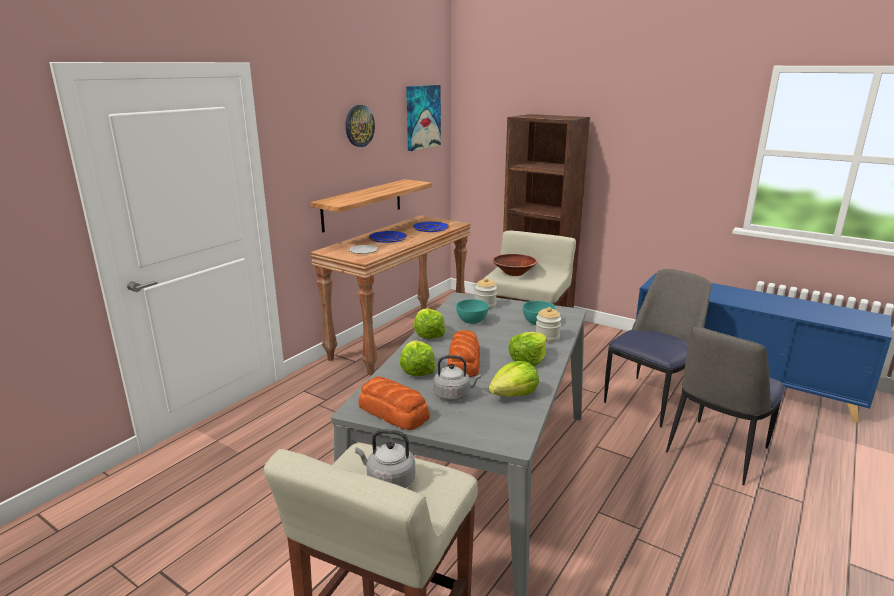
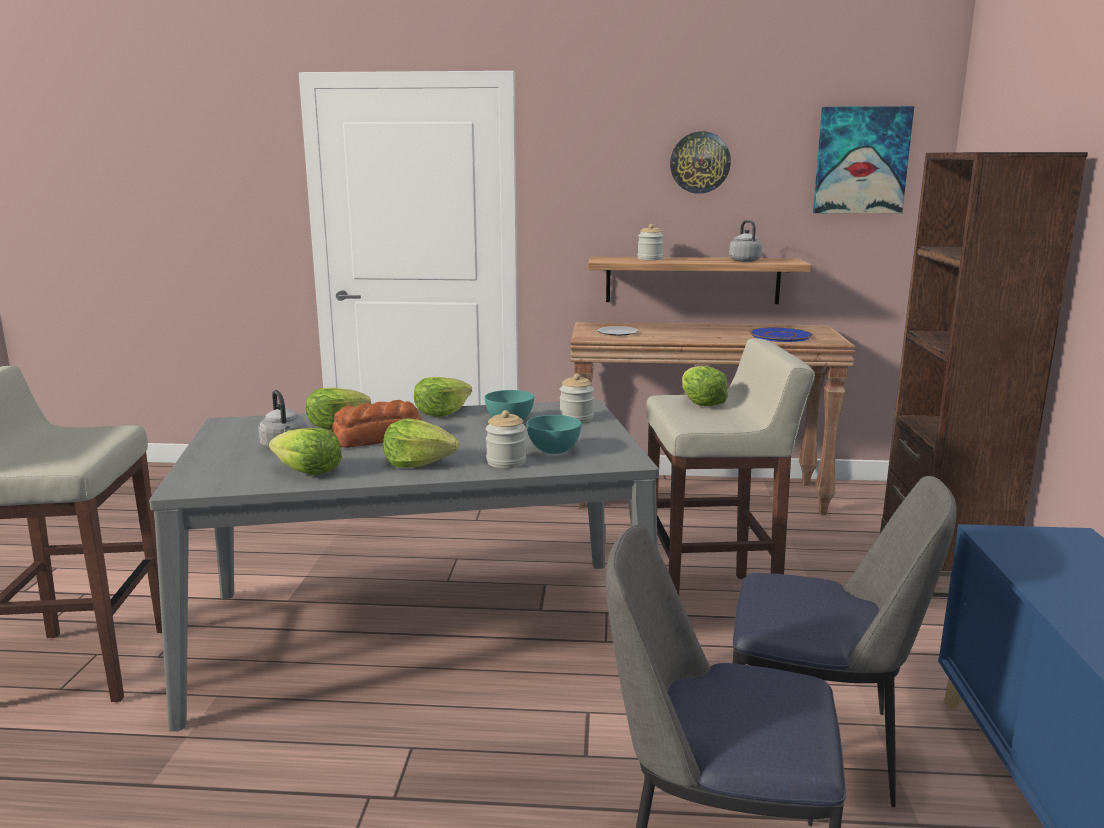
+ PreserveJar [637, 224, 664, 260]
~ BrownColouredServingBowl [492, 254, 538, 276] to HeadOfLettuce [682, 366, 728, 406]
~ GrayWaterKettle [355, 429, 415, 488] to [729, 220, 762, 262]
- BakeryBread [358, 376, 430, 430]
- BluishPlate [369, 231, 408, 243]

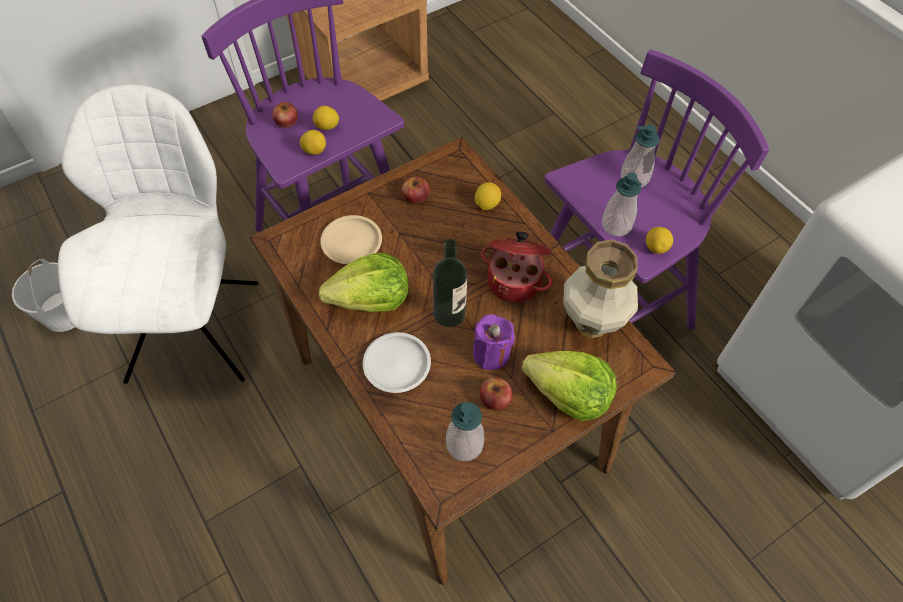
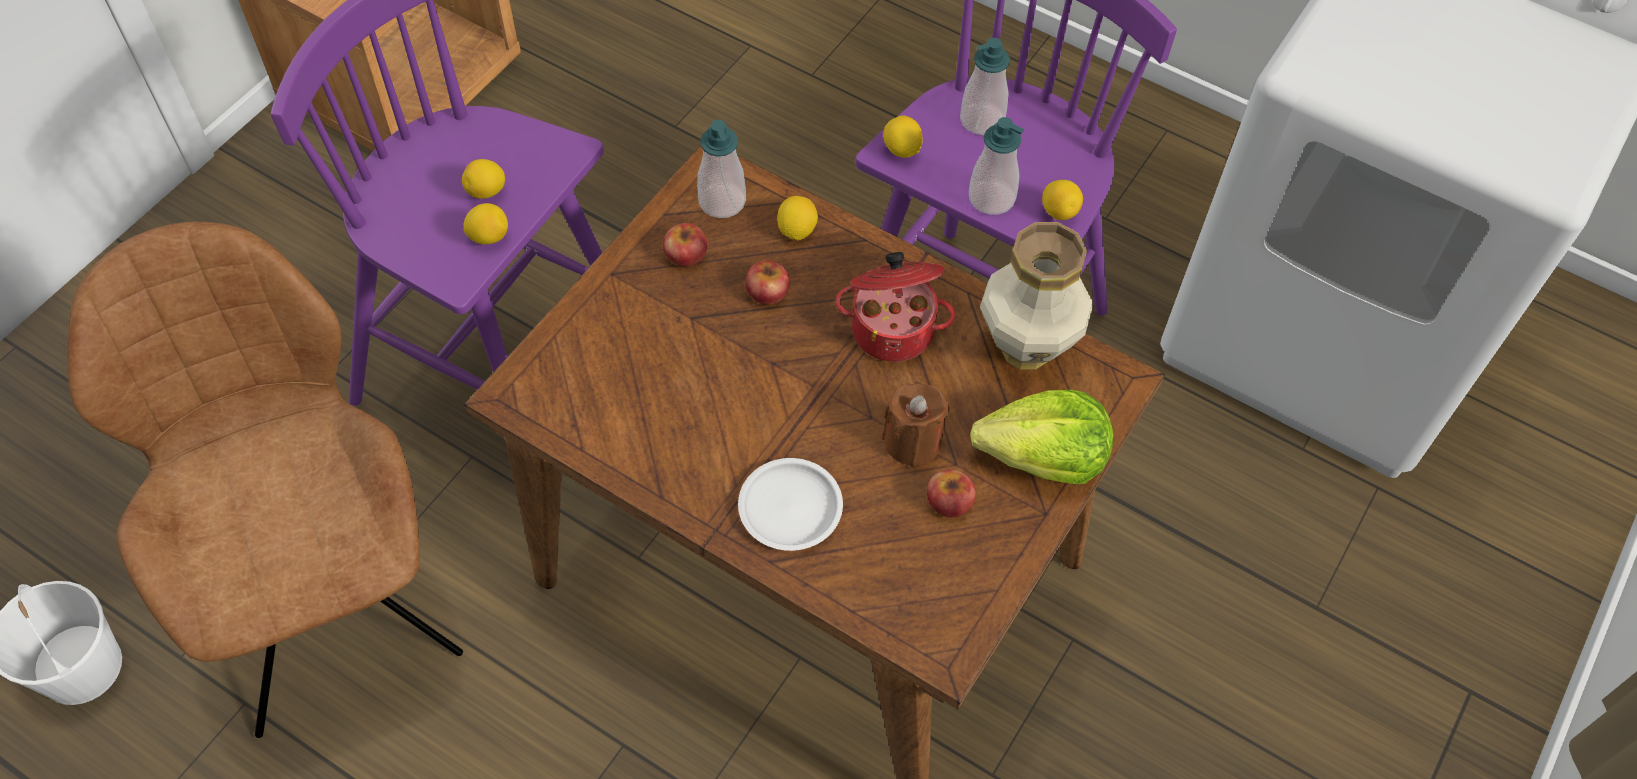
~ WhitishUprightChair [58, 84, 258, 384] to BrownColouredUprightChair [68, 222, 463, 738]
~ SoapBottle [446, 402, 484, 461] to [697, 120, 746, 218]
~ AppleFruit [272, 102, 298, 128] to [745, 260, 790, 305]
~ PurpleColouredCandle [473, 314, 515, 370] to BrownColouredCandle [882, 384, 950, 468]
+ Lemon [883, 115, 923, 158]
- HeadOfLettuce [319, 253, 409, 312]
- SandColouredPlate [320, 215, 382, 264]
- BeverageBottle [433, 239, 467, 327]

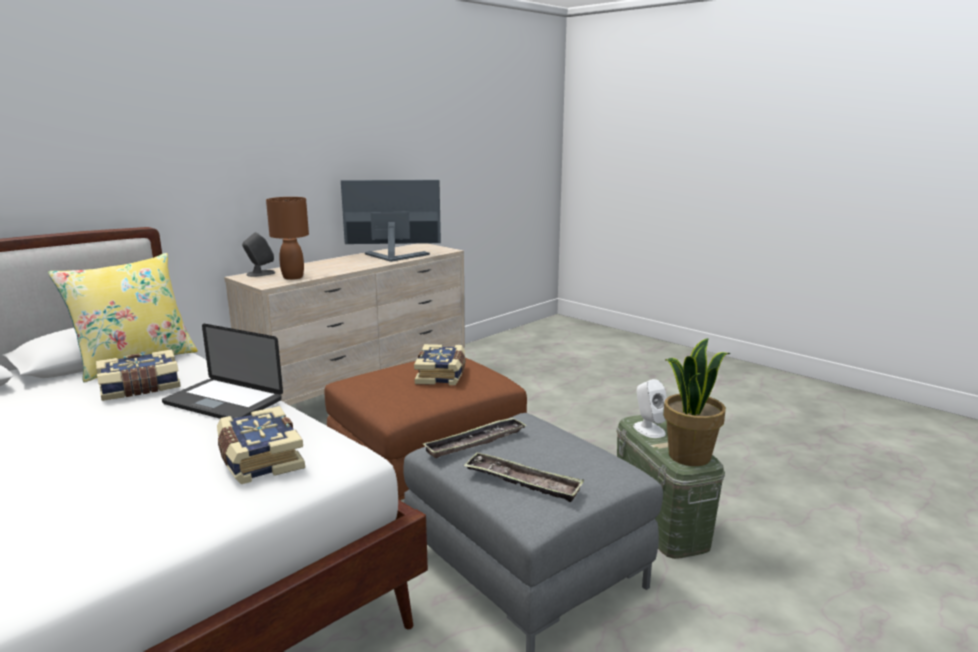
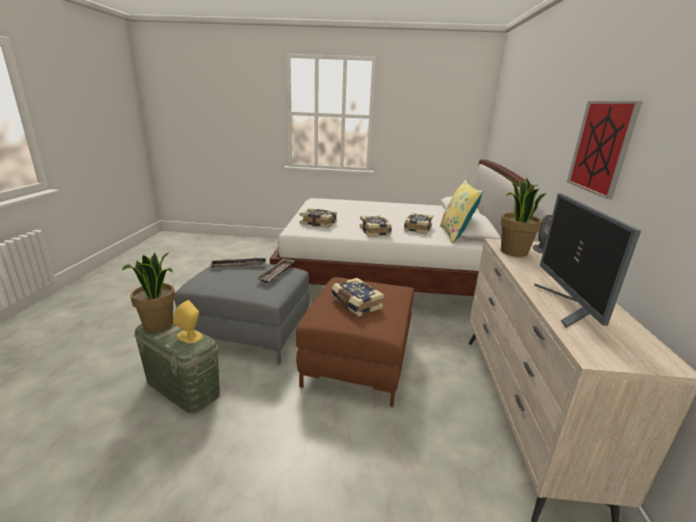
~ WhitishSpeaker [633, 379, 667, 438] to YellowSpeaker [173, 300, 203, 343]
~ Laptop [162, 324, 283, 419] to BoundBook [360, 215, 392, 237]
~ BrownColouredLampForATable [266, 197, 309, 280] to PottedPlant [500, 176, 547, 257]
~ ComputerDisplay [341, 180, 441, 262] = [534, 193, 641, 328] 135 degrees clockwise
+ WallArt [567, 101, 642, 199]

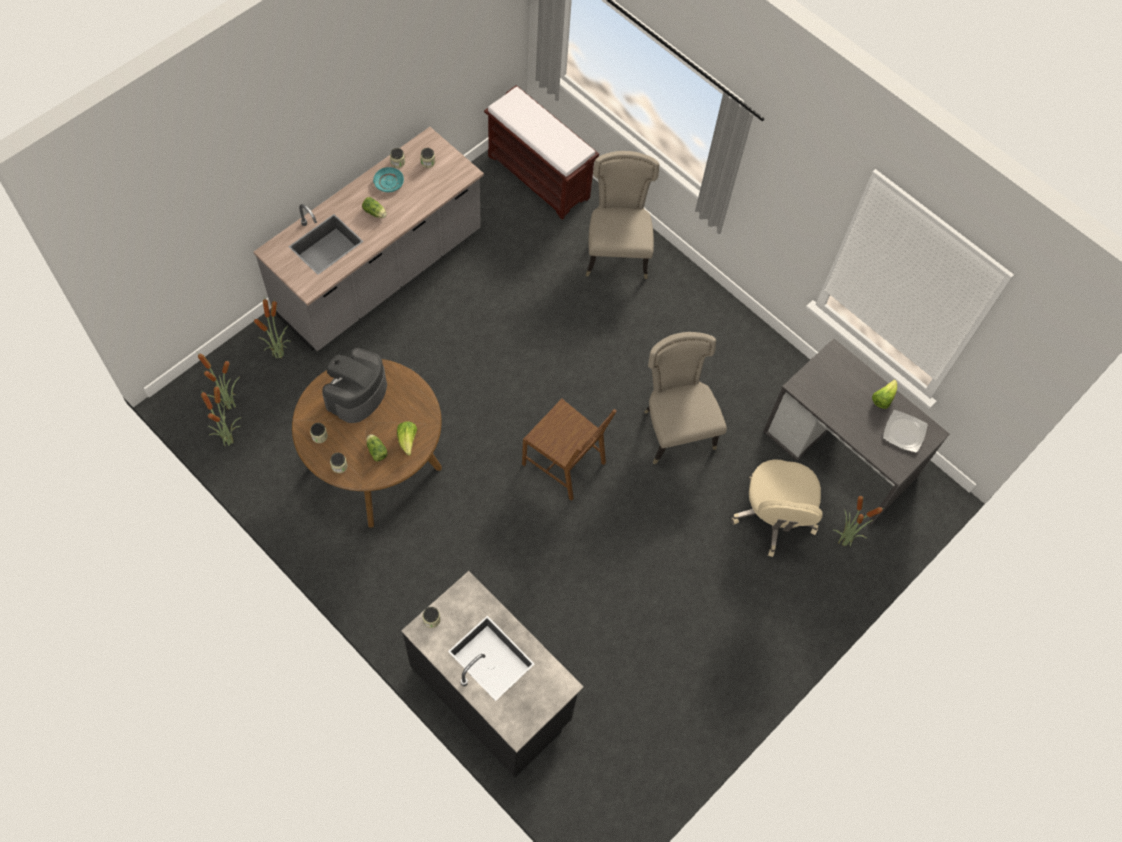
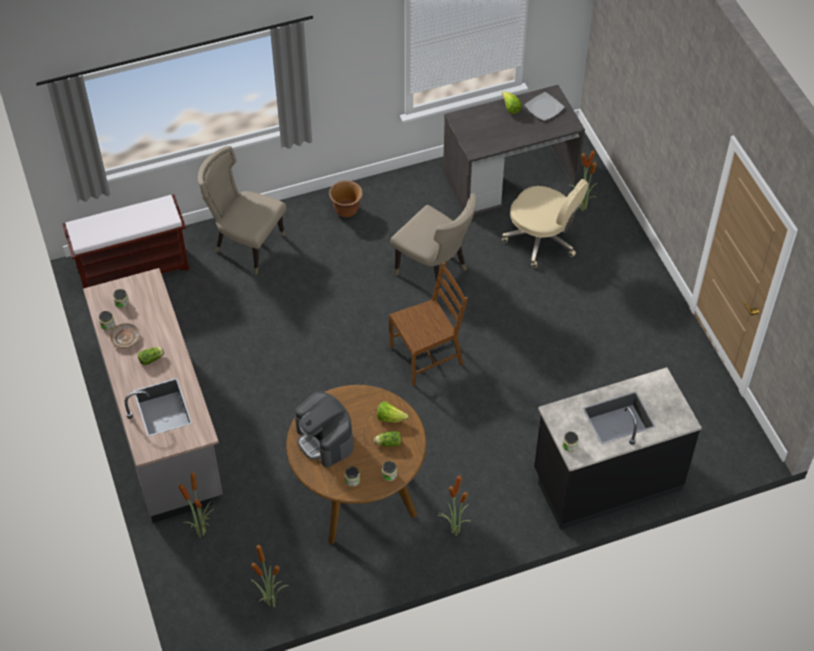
~ BlueGreenPlate [373, 167, 404, 192] to SandColouredPlate [110, 323, 140, 348]
+ BrownColouredPlanter [329, 180, 363, 217]
~ SandColouredUprightChair [644, 332, 727, 464] = [390, 193, 477, 296] 150 degrees counterclockwise
~ PottedPlant [198, 353, 240, 410] to [437, 473, 471, 536]

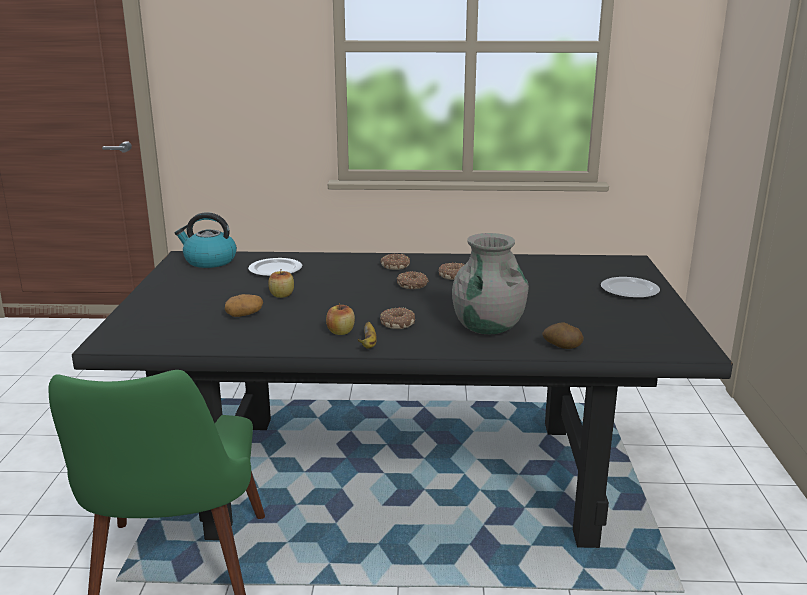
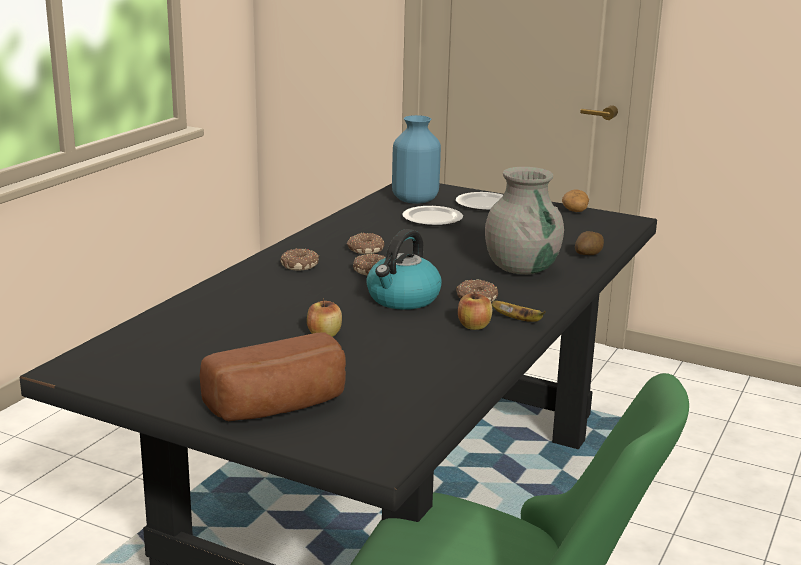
+ BakeryBread [200, 333, 346, 421]
~ WaterKettle [175, 212, 237, 268] to [366, 229, 442, 310]
+ BluishVase [392, 115, 441, 204]
~ Plate [248, 258, 302, 276] to [402, 206, 463, 226]
~ Potato [225, 294, 263, 317] to [562, 190, 589, 212]

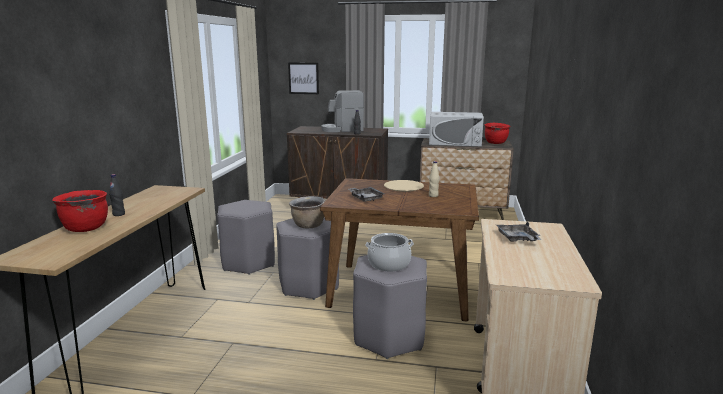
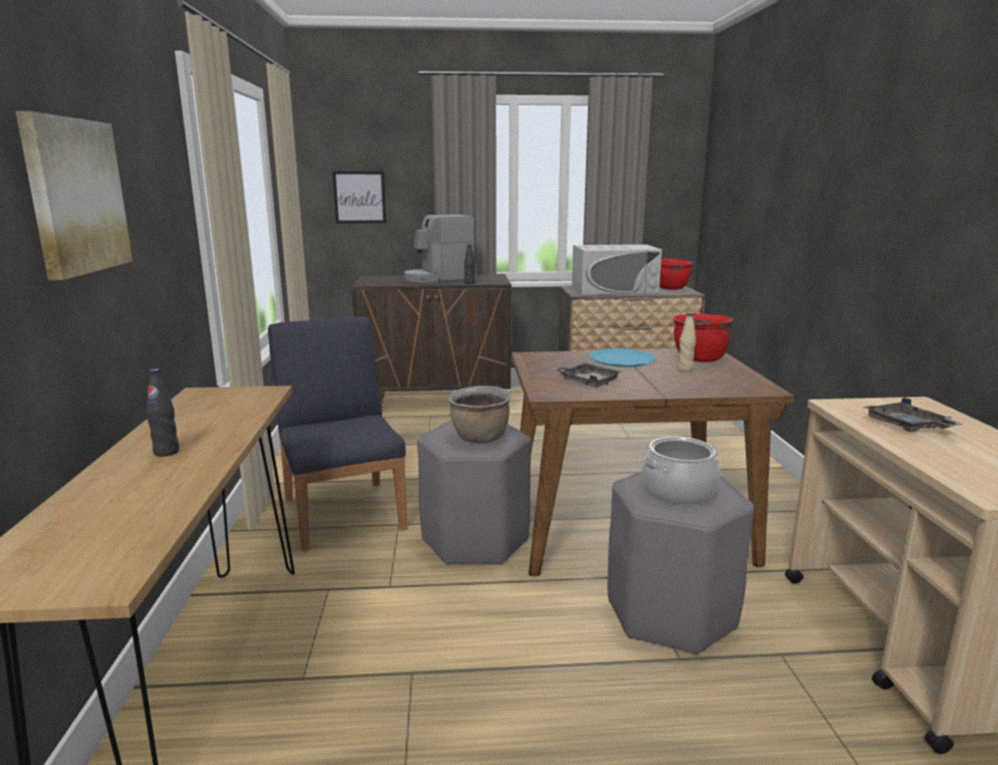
+ WallArt [16, 111, 133, 280]
~ GrayStoolSeat [217, 200, 275, 275] to BluishUprightChair [268, 316, 407, 551]
~ SandColouredPlate [384, 180, 424, 192] to BluishPlate [589, 348, 655, 367]
~ ReddishSaucepot [52, 190, 108, 232] to [673, 314, 733, 362]

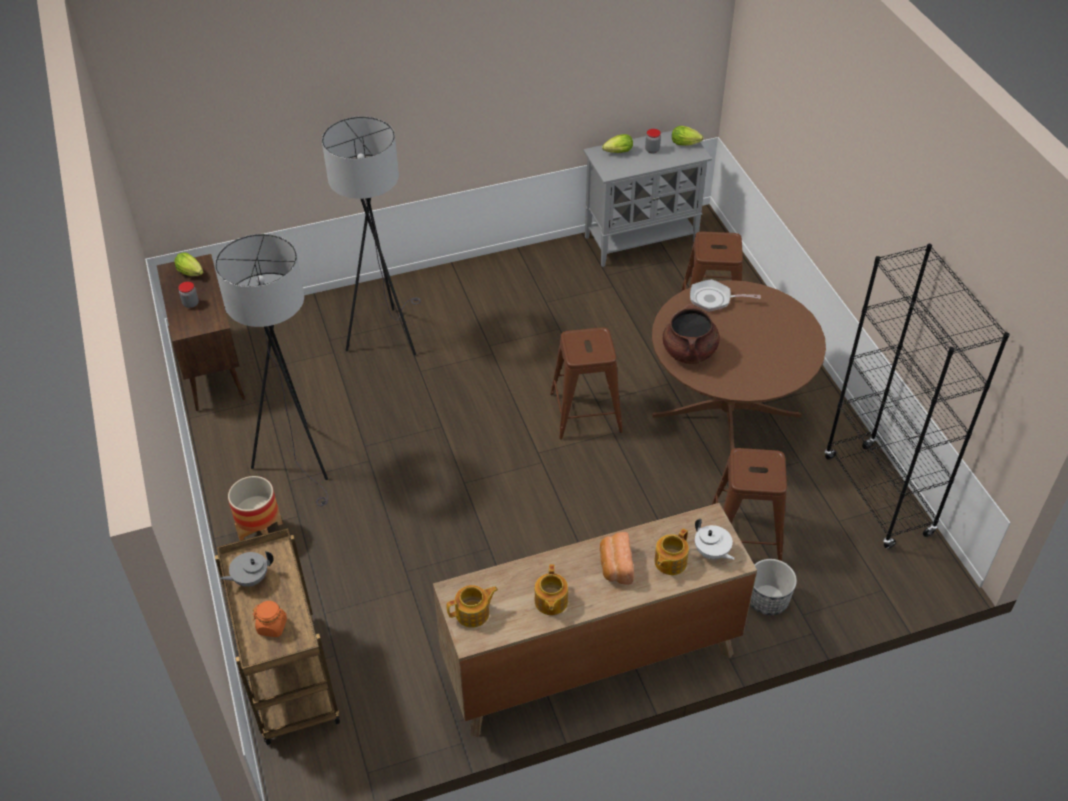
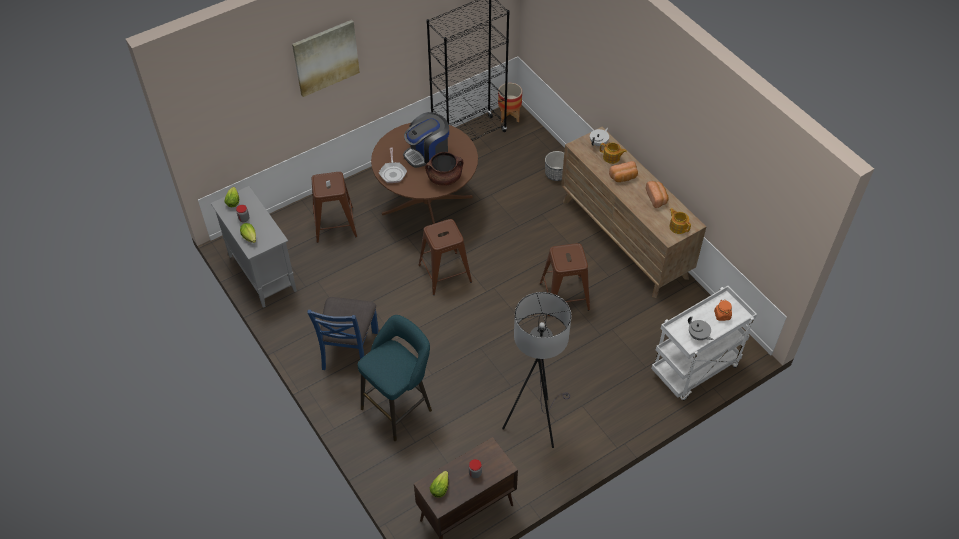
+ WallArt [292, 20, 360, 97]
+ BluishUprightChair [307, 297, 379, 370]
~ GrayStandingLamp [322, 116, 421, 355] to BlueGreenStoolSeat [358, 315, 432, 441]
+ CoffeeMaker [403, 112, 449, 168]
~ Planter [228, 476, 283, 541] to [498, 83, 522, 123]
~ BrownColouredStoolSeat [712, 448, 787, 561] to [540, 243, 590, 316]
~ Teapot [535, 564, 568, 615] to BakeryBread [646, 181, 669, 208]
~ BrownColouredCart [215, 528, 340, 745] to WhitishCart [651, 286, 757, 401]

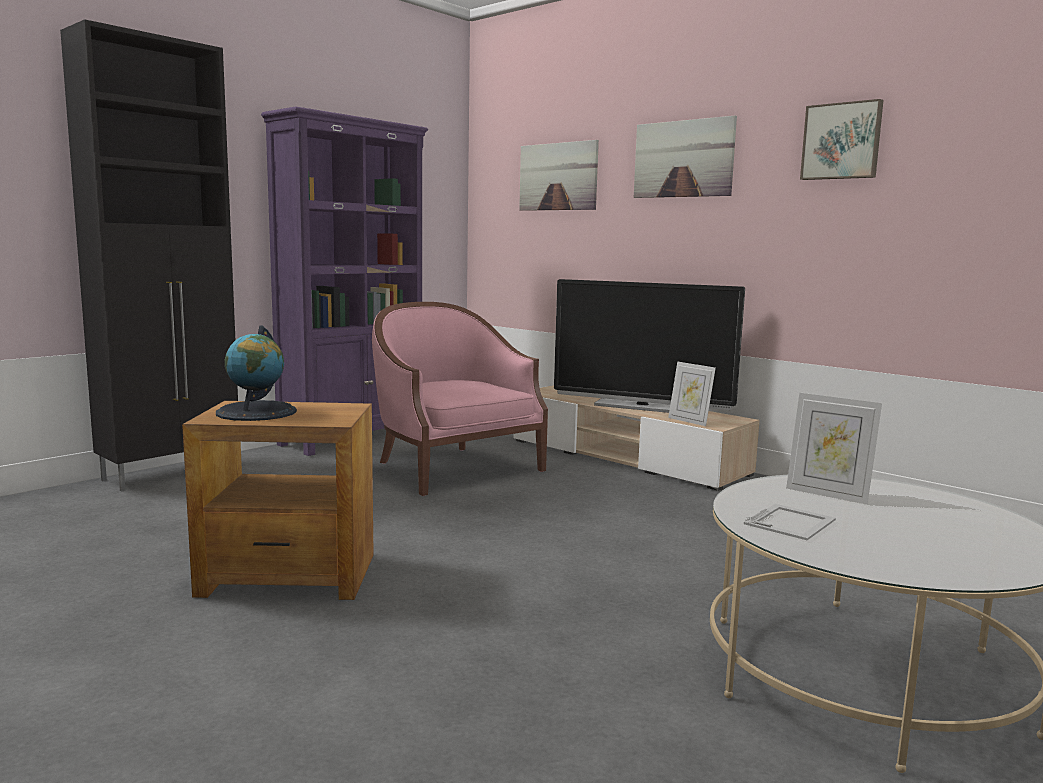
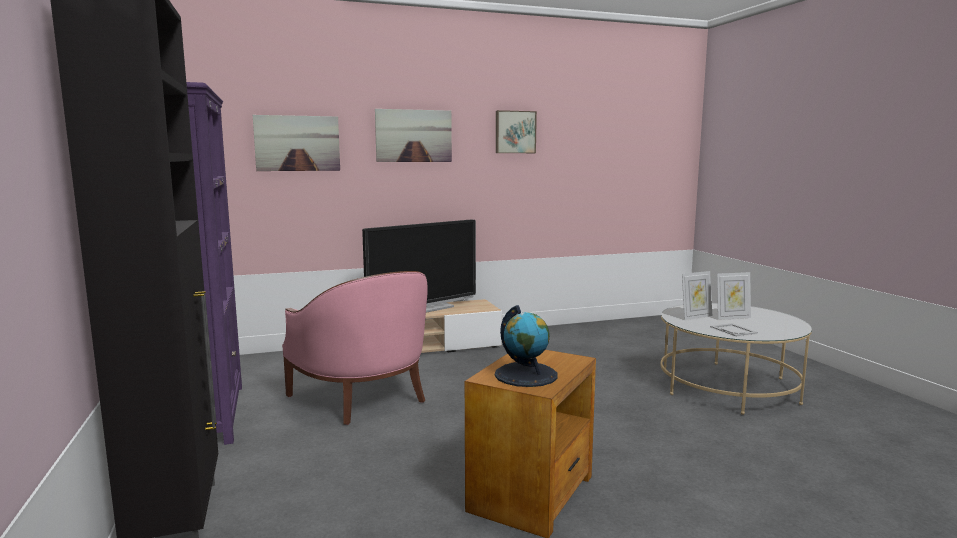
~ PinkEasyChair [372, 302, 548, 496] = [282, 271, 428, 425] 120 degrees counterclockwise
~ PhotoFrame [668, 361, 716, 426] to [717, 272, 751, 320]

